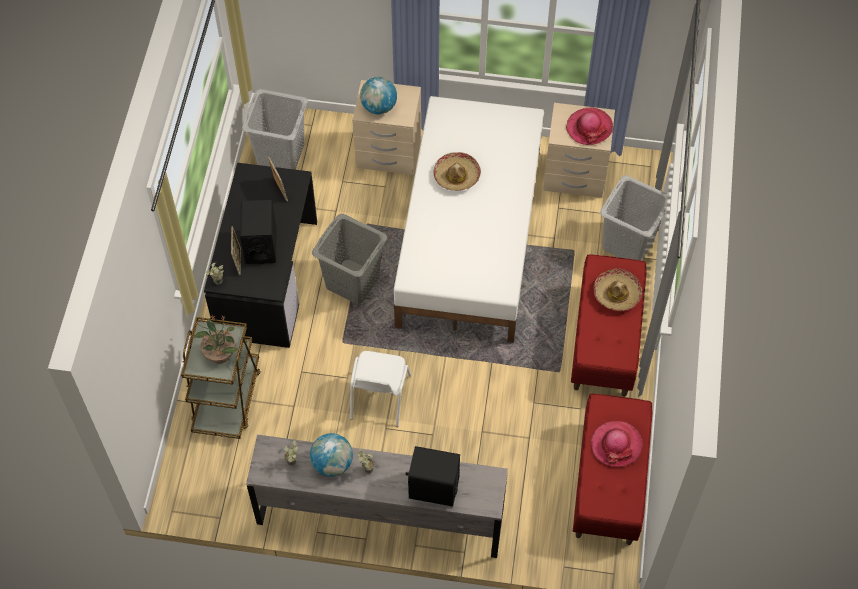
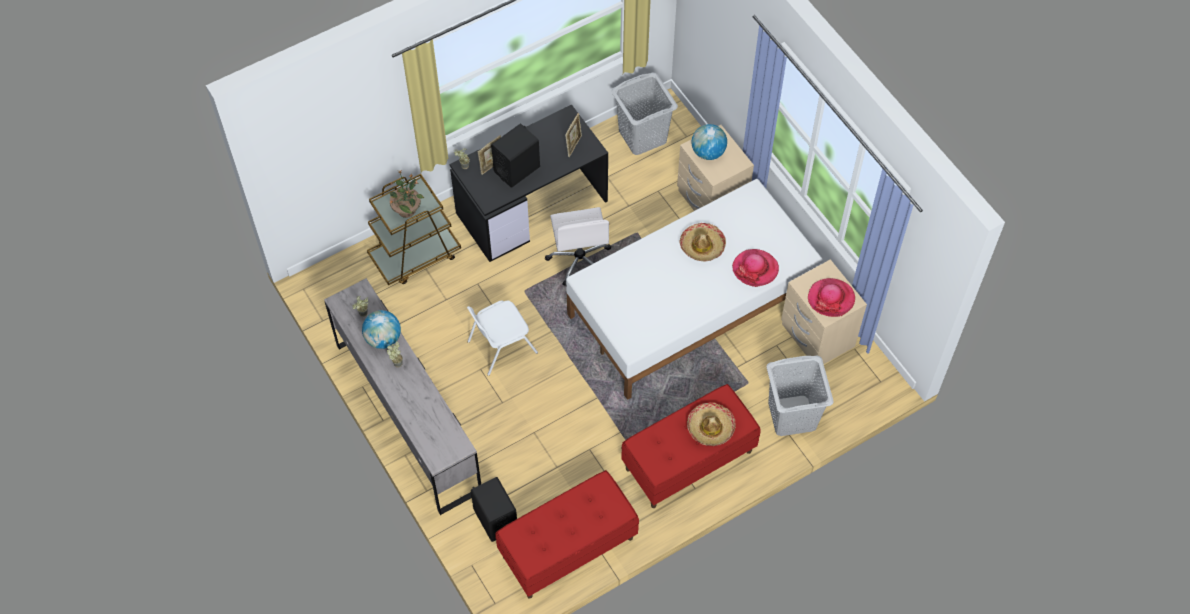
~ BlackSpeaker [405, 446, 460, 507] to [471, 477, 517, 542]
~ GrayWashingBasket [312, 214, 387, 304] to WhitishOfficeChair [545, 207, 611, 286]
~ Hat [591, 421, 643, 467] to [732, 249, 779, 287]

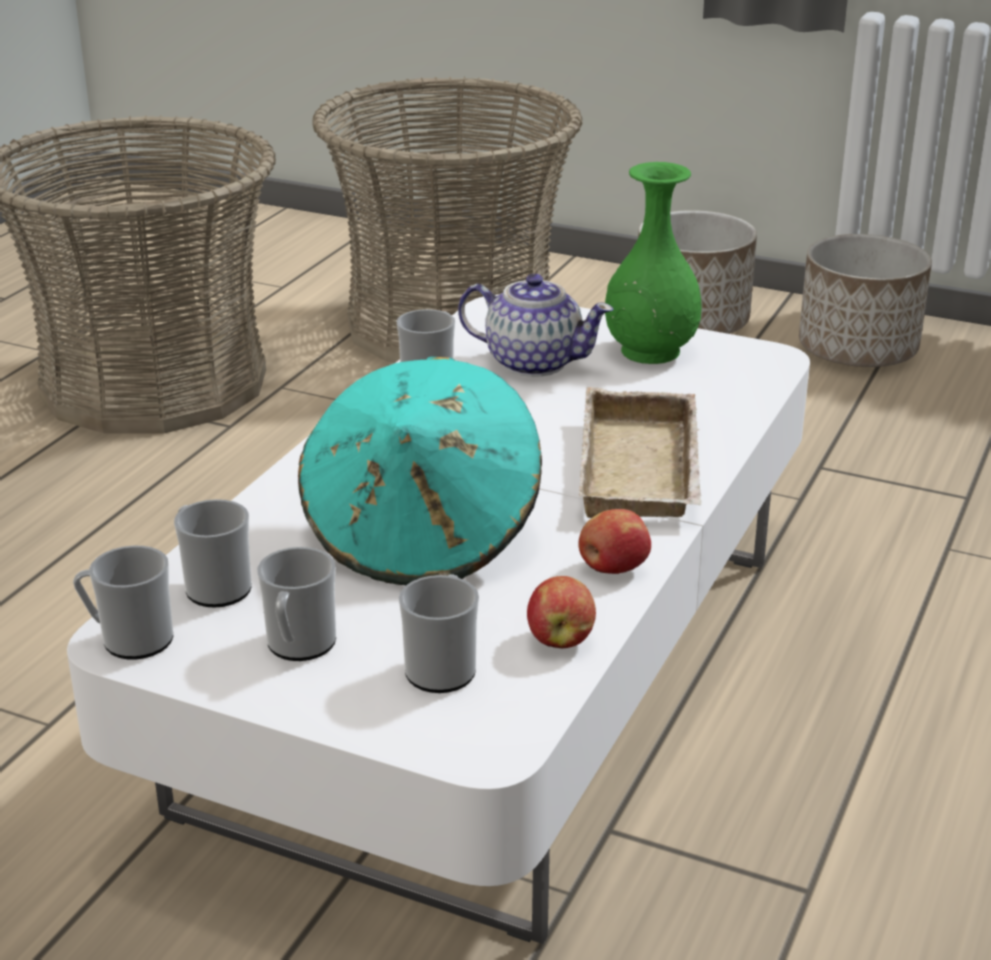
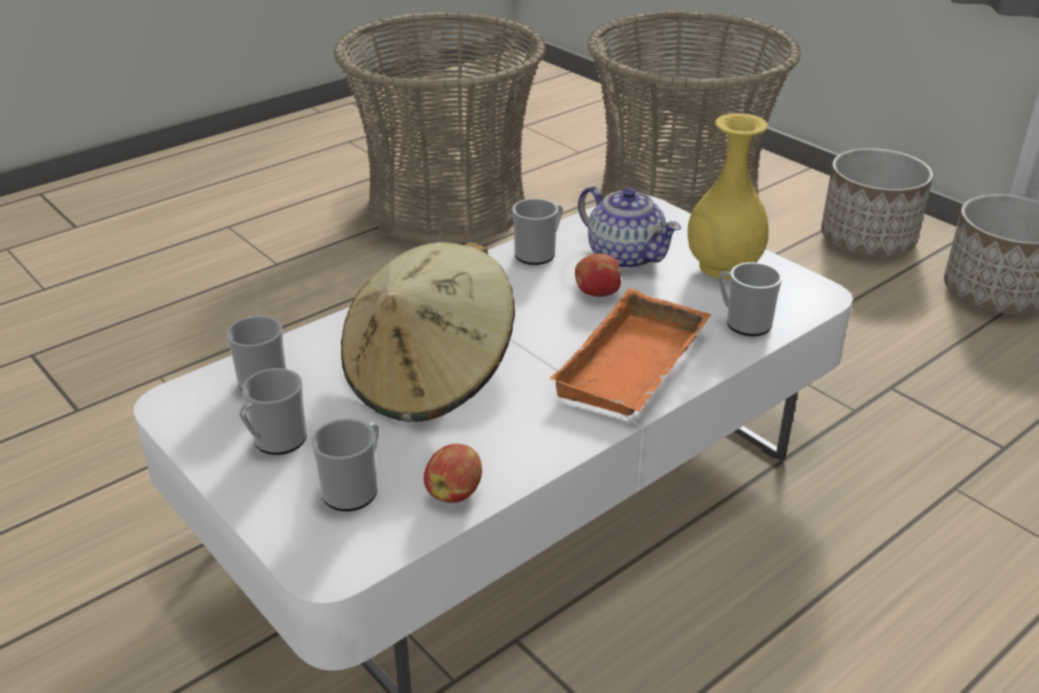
~ BlueGreenHat [298, 357, 542, 585] to SandColouredHat [341, 242, 515, 423]
~ SandColouredTray [579, 387, 702, 518] to OrangeColouredTray [549, 288, 711, 416]
~ AppleFruit [578, 509, 651, 574] to [575, 254, 621, 297]
~ GreenishVase [605, 162, 702, 364] to YellowVase [687, 113, 769, 280]
~ Mug [73, 546, 173, 660] to [718, 262, 782, 336]

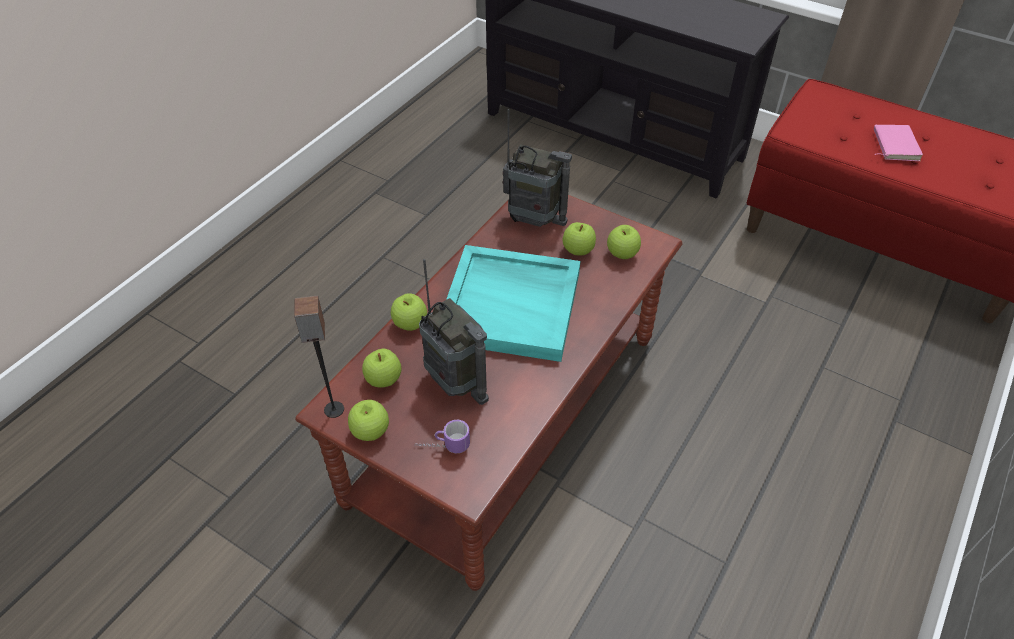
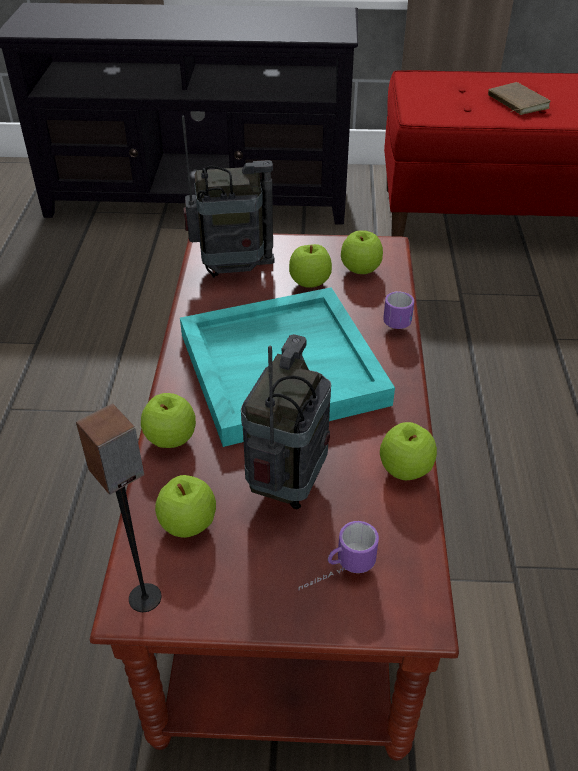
~ Radio [419, 259, 489, 405] = [241, 334, 331, 509] 90 degrees counterclockwise
~ AppleFruit [348, 400, 389, 441] to [380, 422, 437, 480]
+ Mug [383, 291, 414, 329]
~ PinkBoundBook [874, 125, 923, 161] to BrownColouredBoundBook [488, 82, 551, 115]

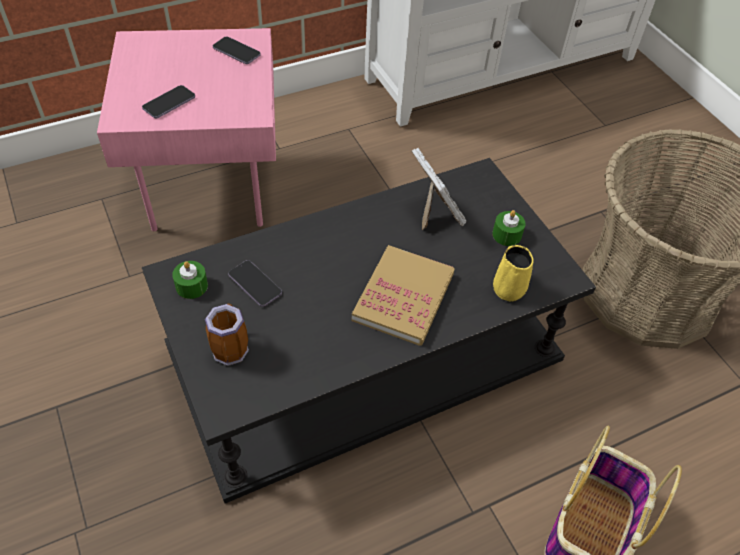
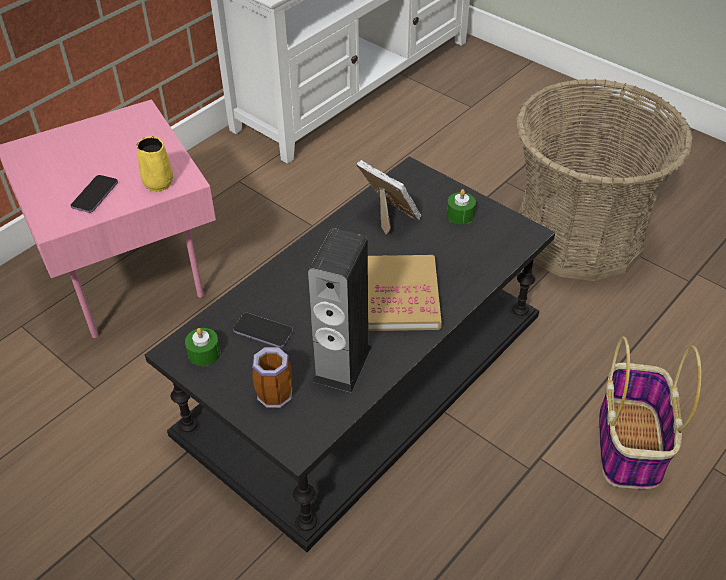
~ YellowMug [493, 245, 534, 302] to [137, 136, 173, 191]
+ Speaker [308, 228, 372, 393]
- Phone [213, 36, 261, 64]

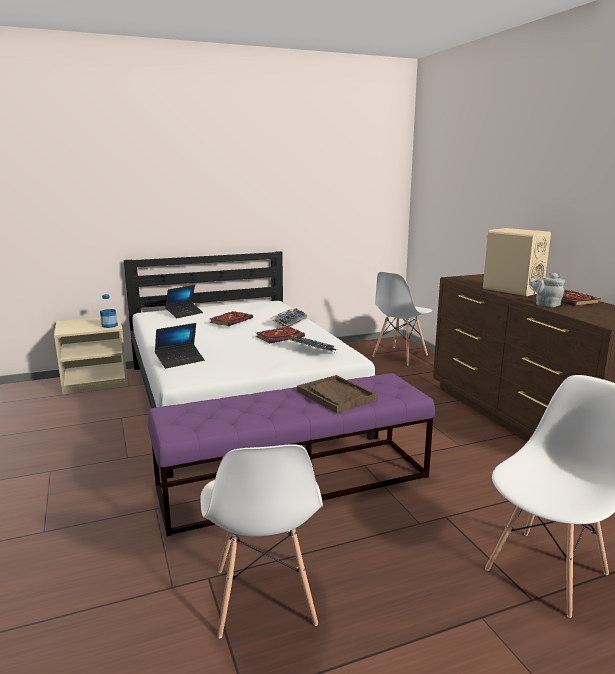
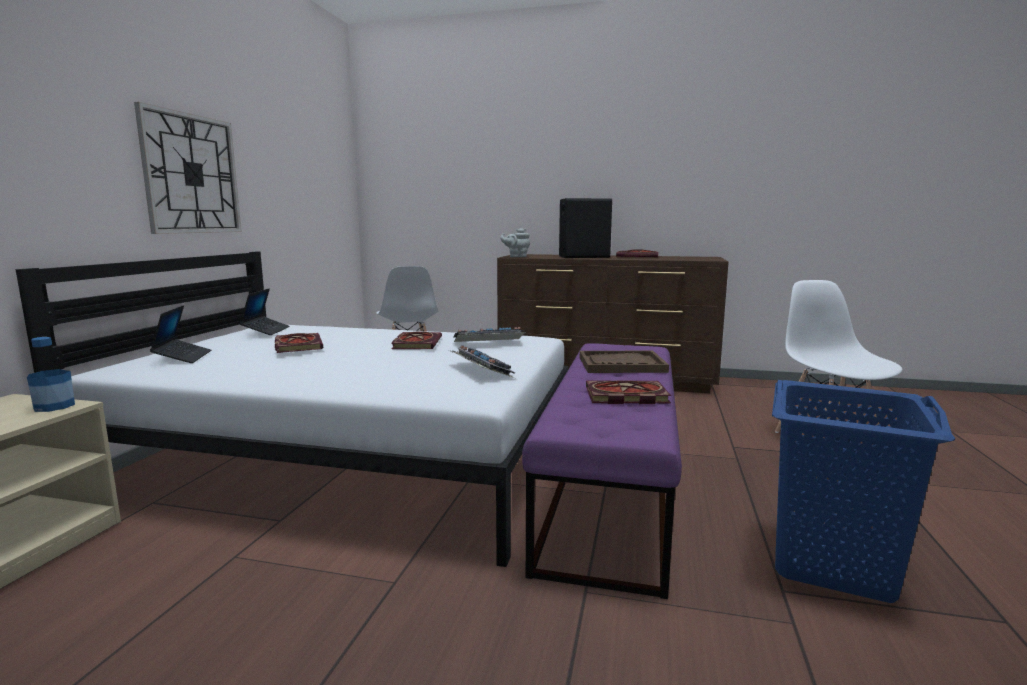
+ HangingClock [134, 102, 242, 234]
~ Laptop [155, 323, 204, 369] to [240, 289, 290, 335]
~ Keyboard [270, 308, 308, 327] to [449, 345, 516, 378]
~ GrayTeapot [529, 273, 565, 307] to [500, 228, 530, 257]
~ SandColouredSpeaker [483, 228, 551, 296] to BlackSpeaker [559, 198, 612, 258]
+ BoundBook [586, 380, 671, 404]
~ WhitishUprightChair [200, 444, 323, 639] to BluishWashingBasket [772, 380, 955, 603]

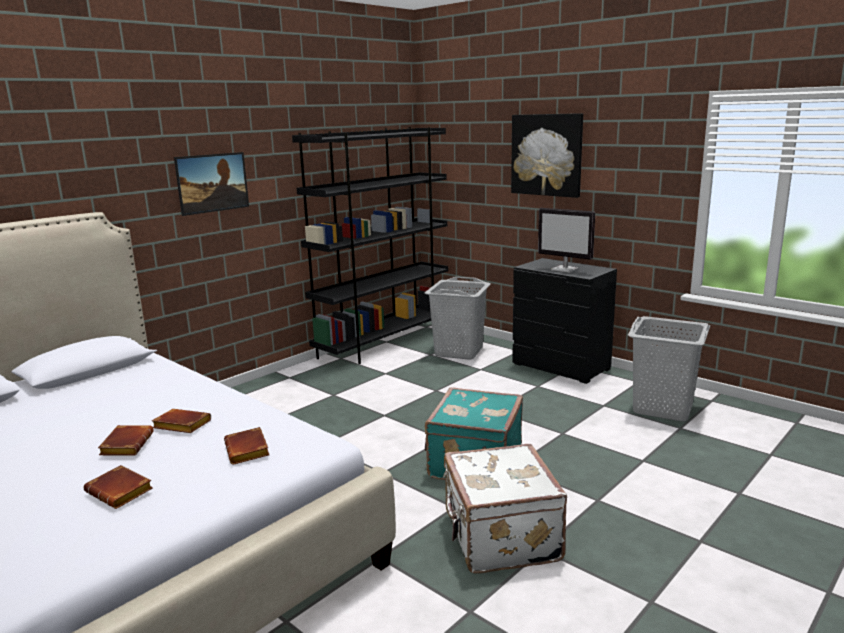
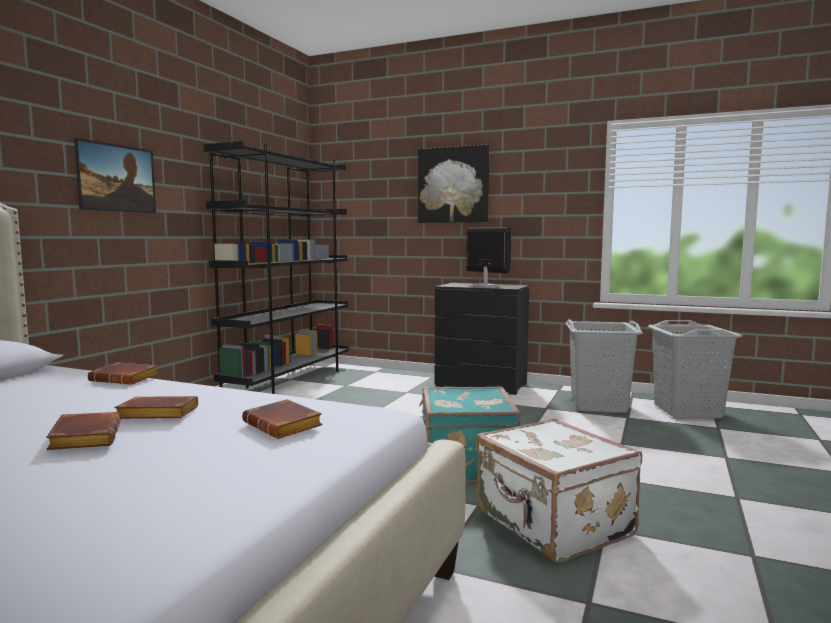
~ BrownColouredBoundBook [84, 465, 153, 509] to [88, 362, 159, 385]
~ ComputerDisplay [538, 208, 595, 273] = [466, 227, 511, 287] 150 degrees counterclockwise
~ GrayWashingBasket [425, 277, 491, 360] to [647, 320, 743, 419]

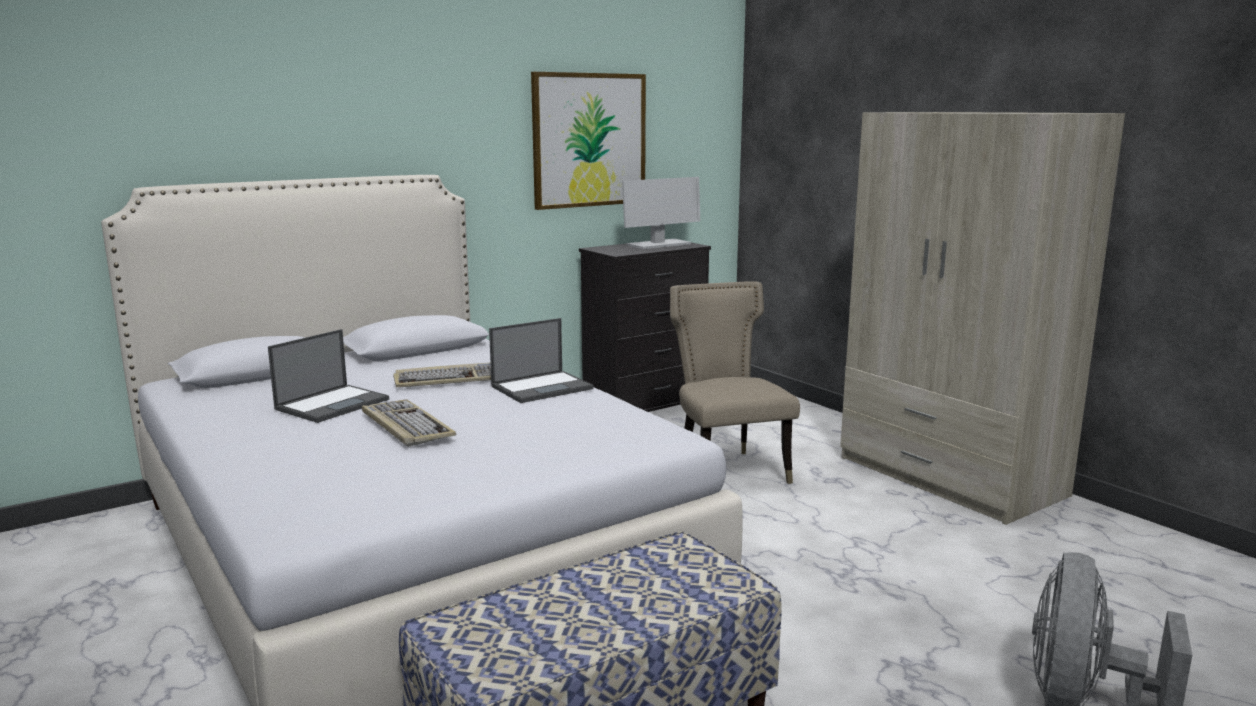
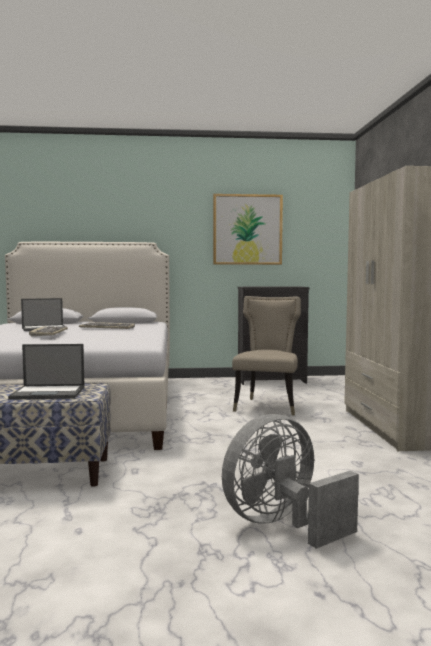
~ Laptop [489, 318, 594, 403] to [8, 344, 85, 400]
- ComputerDisplay [622, 177, 700, 249]

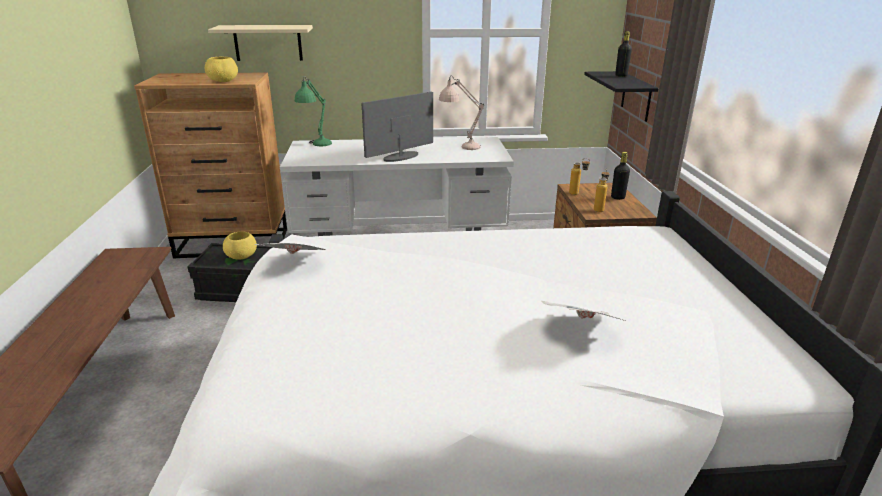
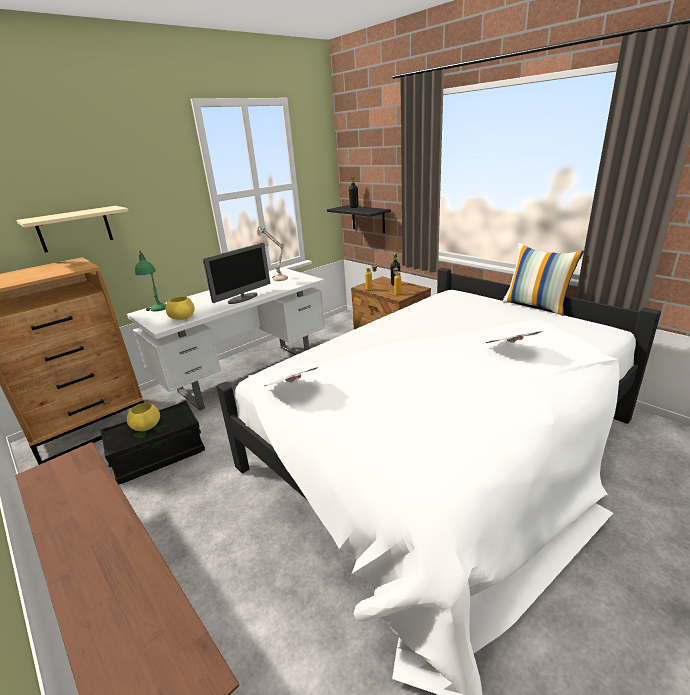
~ YellowServingBowl [204, 57, 238, 82] to [166, 296, 195, 320]
~ ComputerDisplay [361, 92, 433, 162] = [203, 243, 270, 304] 150 degrees counterclockwise
+ ThrowPillow [503, 243, 584, 316]

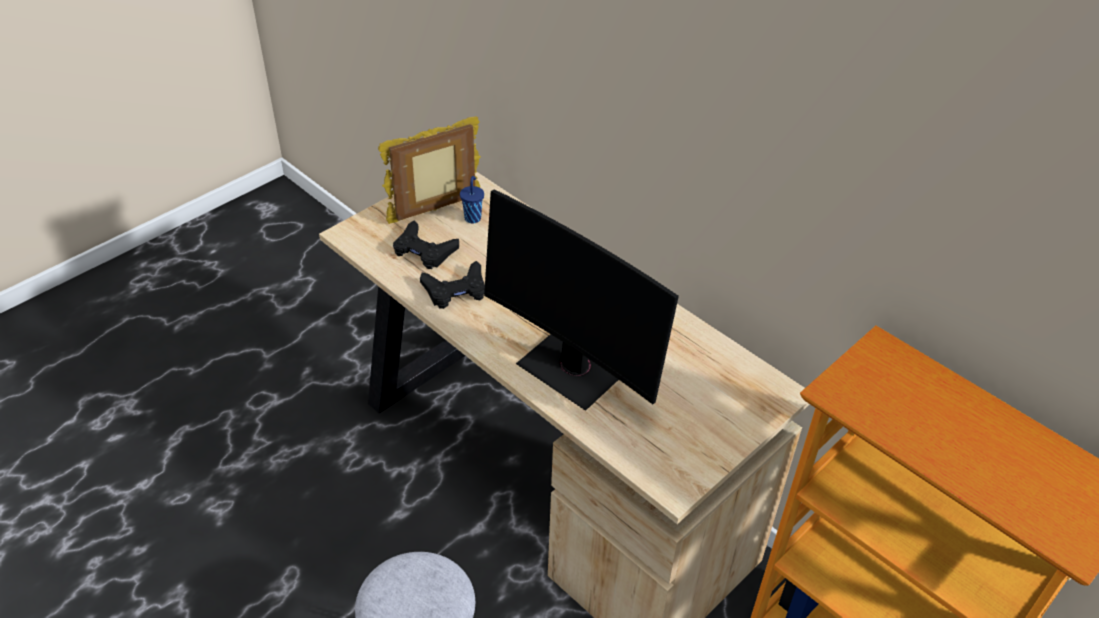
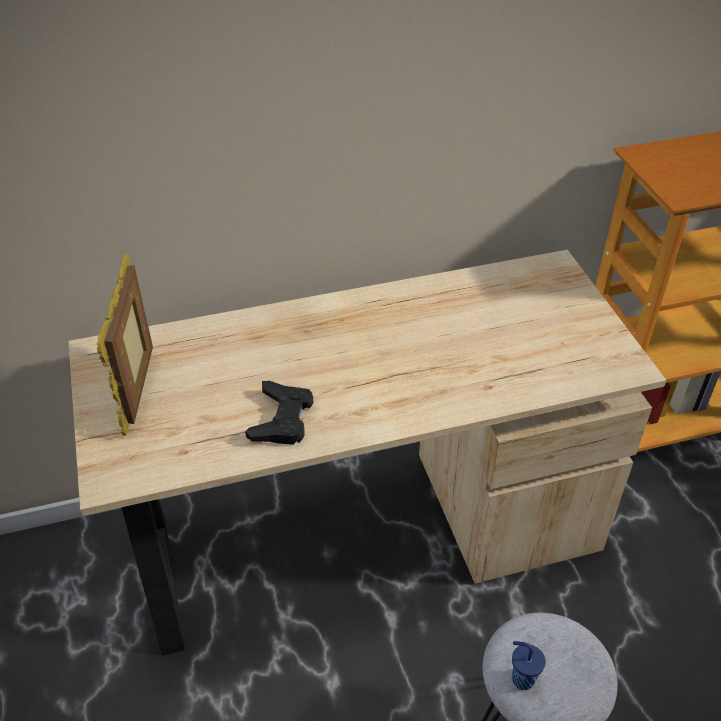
~ BluishDrinkingCup [460, 176, 484, 223] to [512, 641, 546, 690]
- BlackGamepad [393, 221, 459, 269]
- ComputerDisplay [484, 190, 679, 411]

